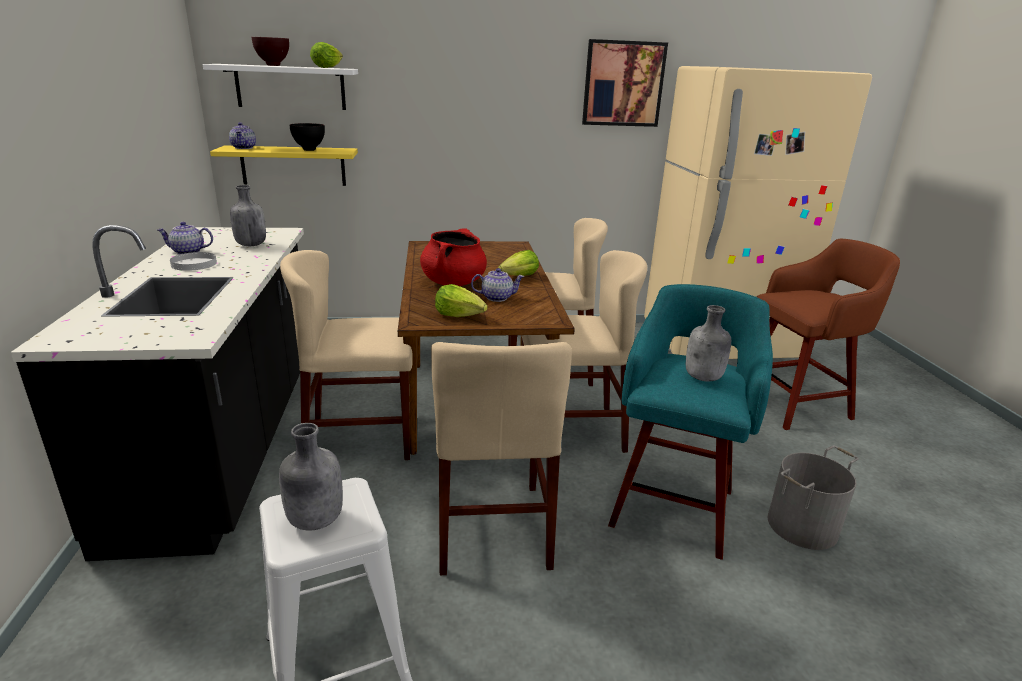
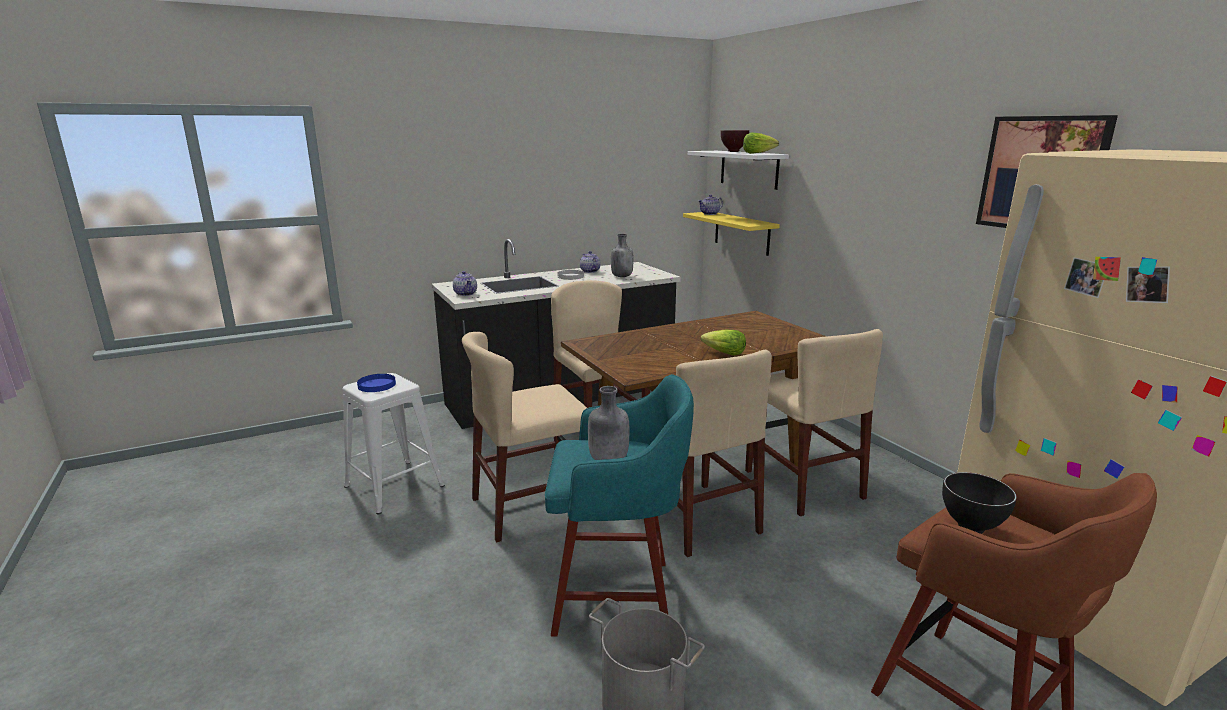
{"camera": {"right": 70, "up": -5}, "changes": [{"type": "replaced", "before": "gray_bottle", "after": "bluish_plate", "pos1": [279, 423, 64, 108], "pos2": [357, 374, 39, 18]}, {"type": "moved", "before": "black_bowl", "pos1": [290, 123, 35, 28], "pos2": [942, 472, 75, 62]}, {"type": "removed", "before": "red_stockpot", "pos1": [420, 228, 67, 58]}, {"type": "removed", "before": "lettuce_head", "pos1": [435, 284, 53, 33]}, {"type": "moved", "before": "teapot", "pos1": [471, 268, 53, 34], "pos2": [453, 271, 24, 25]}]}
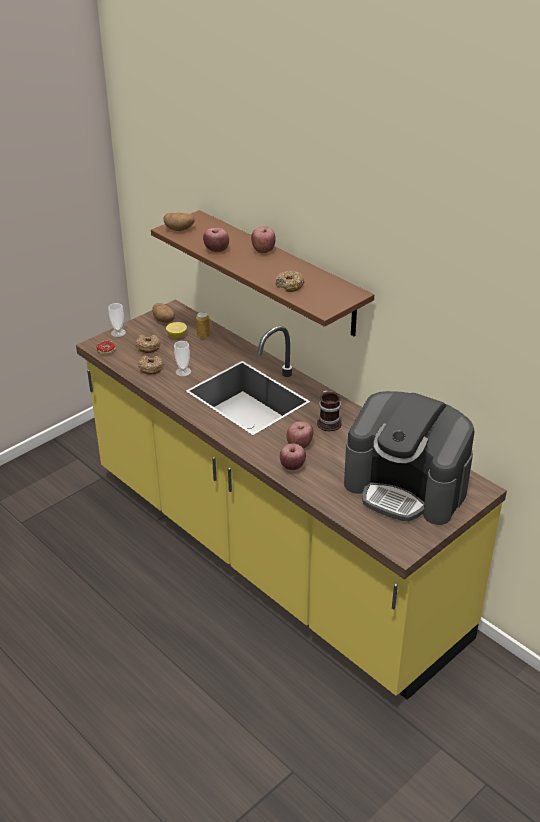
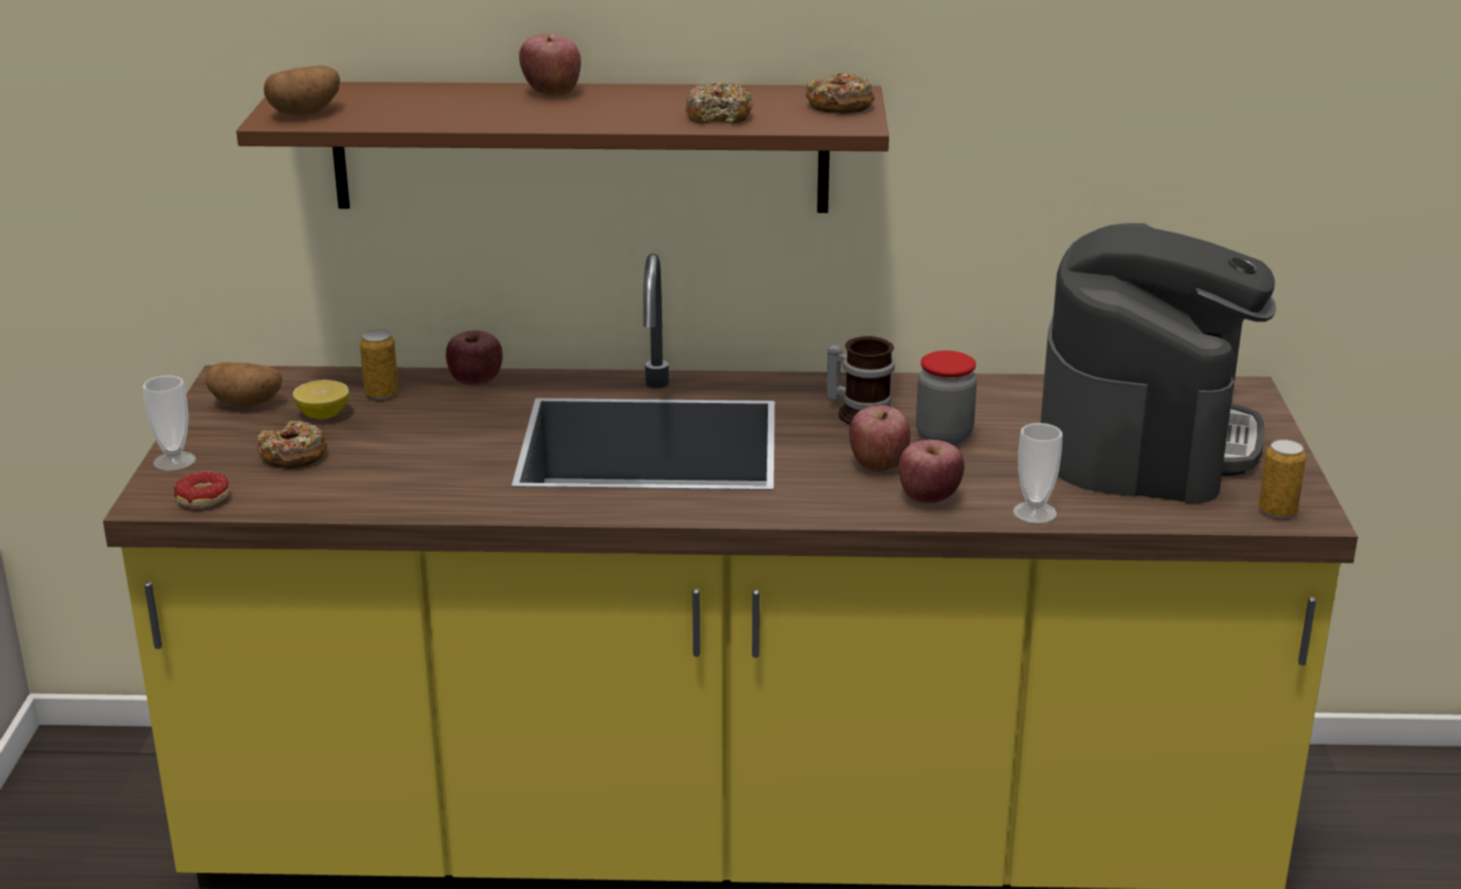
{"camera": {"right": -45, "up": -10}, "changes": [{"type": "moved", "before": "doughnut", "pos1": [138, 356, 26, 19], "pos2": [805, 72, 70, 42]}, {"type": "moved", "before": "cup", "pos1": [174, 341, 17, 36], "pos2": [1013, 423, 50, 101]}, {"type": "moved", "before": "apple_fruit", "pos1": [203, 228, 26, 24], "pos2": [446, 330, 57, 56]}, {"type": "turned", "before": "coffee_machine", "pos1": [344, 391, 130, 134], "pos2": [1040, 223, 236, 281], "turn": -60}, {"type": "added", "after": "jar", "pos2": [916, 351, 61, 94]}, {"type": "added", "after": "sealed_can", "pos2": [1259, 439, 47, 79]}]}
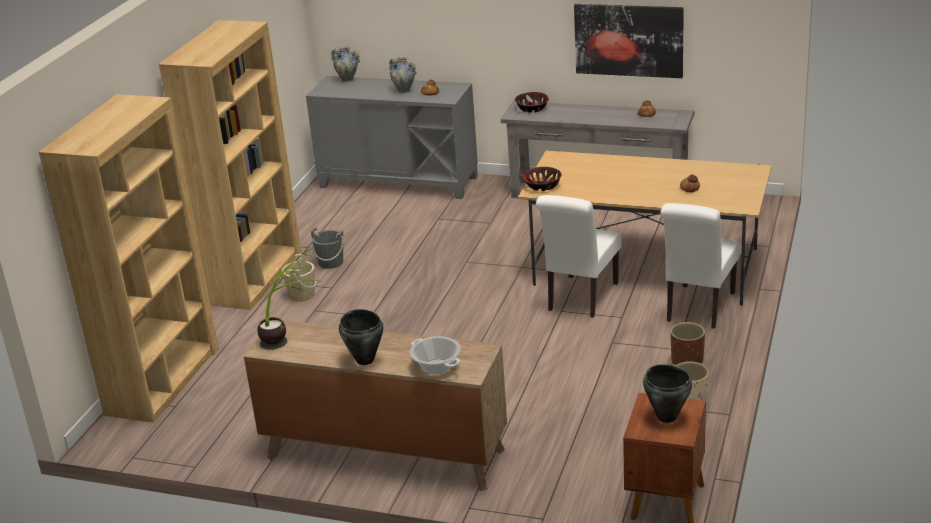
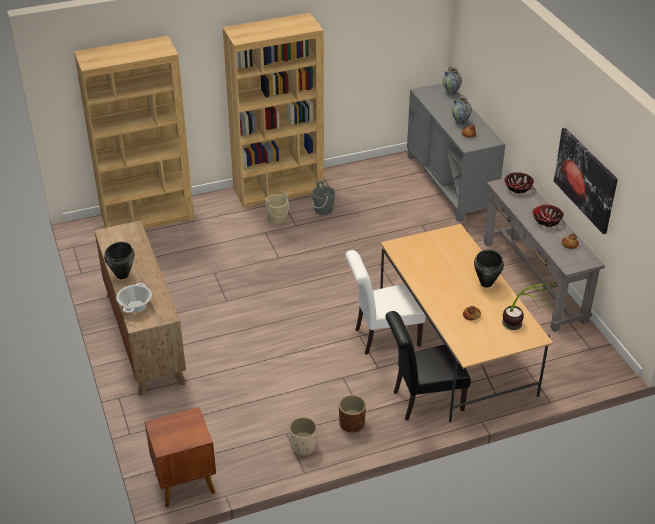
{"camera": {"right": 50, "up": 10}, "changes": [{"type": "moved", "before": "potted_plant", "pos1": [257, 248, 65, 102], "pos2": [502, 283, 56, 47]}, {"type": "moved", "before": "bowl", "pos1": [523, 167, 39, 24], "pos2": [533, 205, 31, 22]}, {"type": "moved", "before": "black_stockpot", "pos1": [643, 364, 49, 59], "pos2": [474, 250, 30, 38]}, {"type": "recoloured", "before": "whitish_plain_chair", "after": "black_plain_chair", "pos1": [660, 203, 81, 126], "pos2": [385, 311, 86, 109]}]}
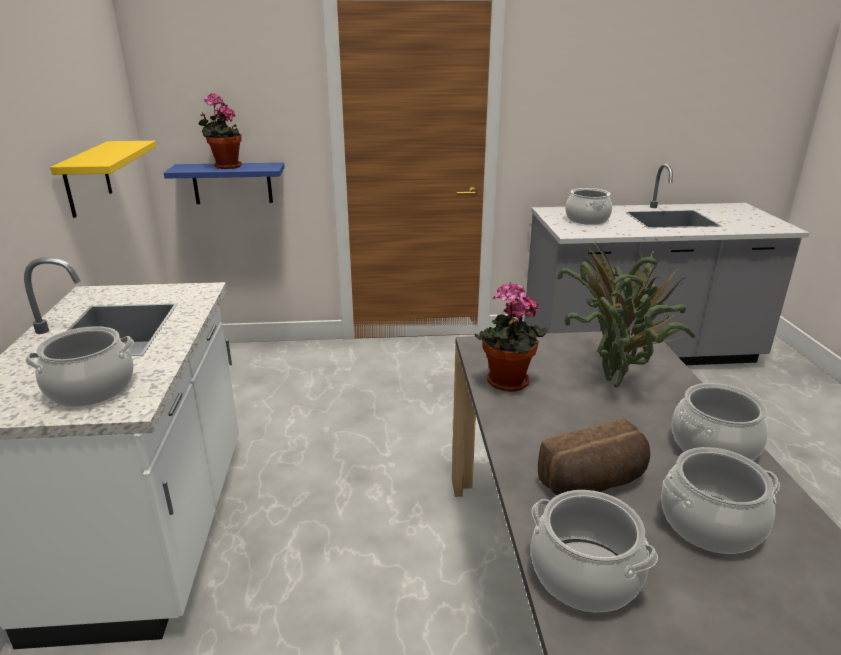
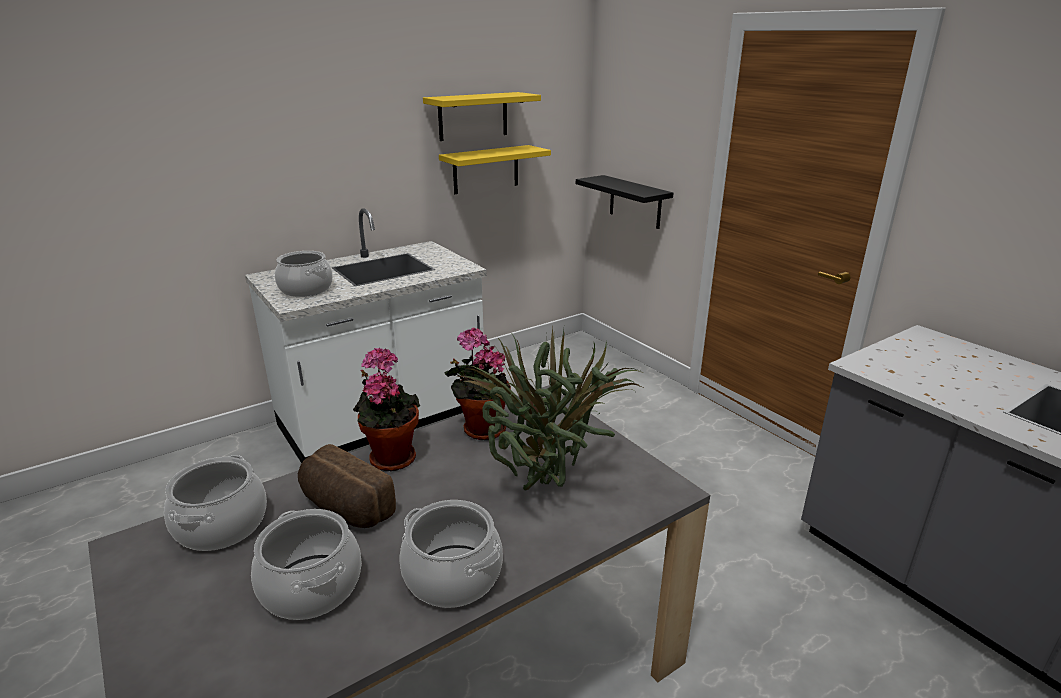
{"camera": {"right": 60, "up": 0}, "changes": [{"type": "recoloured", "before": "bluish_wall_shelf", "after": "black_wall_shelf", "pos1": [164, 163, 121, 41], "pos2": [576, 175, 97, 54]}, {"type": "moved", "before": "potted_plant", "pos1": [198, 93, 44, 76], "pos2": [353, 348, 67, 124]}, {"type": "removed", "before": "stockpot", "pos1": [565, 188, 47, 37]}, {"type": "added", "after": "yellow_wall_shelf", "pos2": [423, 92, 118, 49]}]}
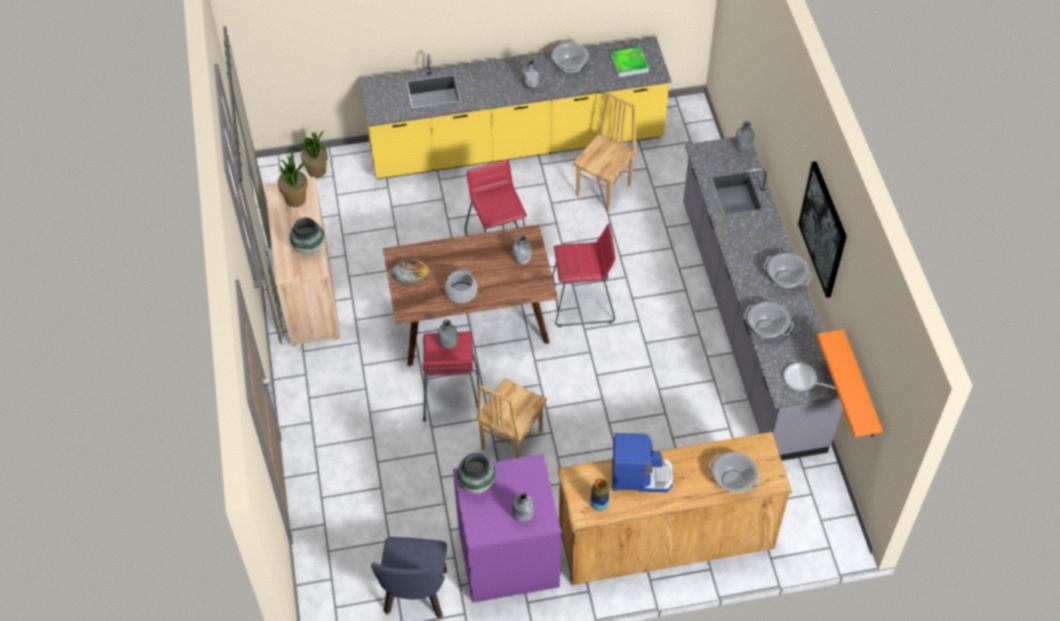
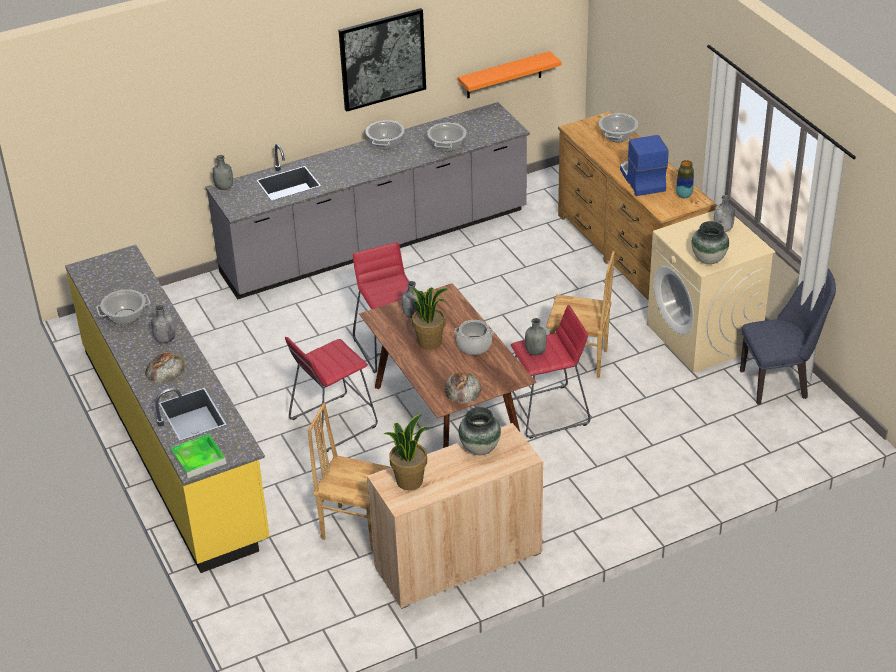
{"camera": {"right": -105, "up": -15}, "changes": [{"type": "moved", "before": "potted_plant", "pos1": [297, 130, 31, 48], "pos2": [411, 288, 38, 62]}, {"type": "recoloured", "before": "purple-coloured_washing_machine", "after": "sand-coloured_washing_machine", "pos1": [453, 453, 109, 150], "pos2": [647, 210, 128, 163]}, {"type": "moved", "before": "brown_plain_chair", "pos1": [573, 93, 63, 119], "pos2": [308, 403, 82, 148]}, {"type": "moved", "before": "carrying_tray", "pos1": [611, 47, 38, 30], "pos2": [171, 434, 55, 44]}, {"type": "removed", "before": "pan", "pos1": [783, 363, 53, 28]}, {"type": "added", "after": "baked_bread", "pos2": [145, 353, 40, 31]}]}
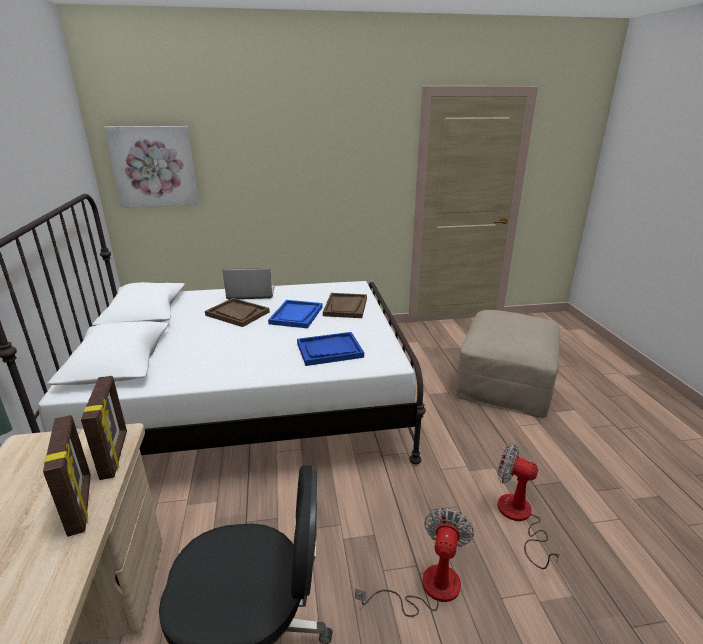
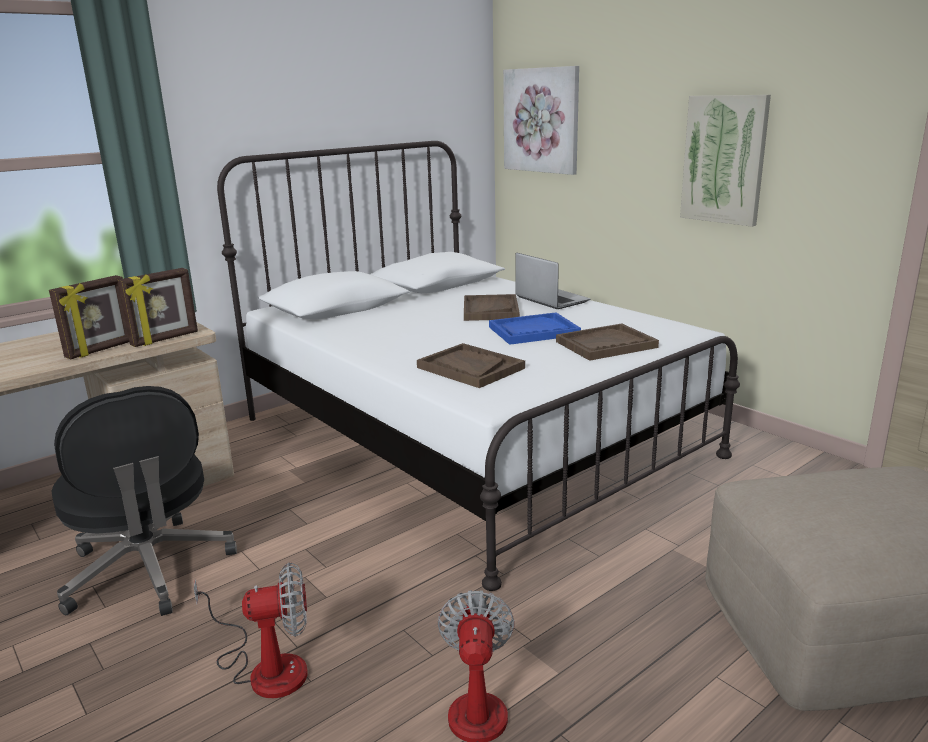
{"camera": {"right": 60, "up": -5}, "changes": [{"type": "recoloured", "before": "bluish_carrying_tray", "after": "brown_carrying_tray", "pos1": [297, 332, 67, 34], "pos2": [417, 343, 108, 45]}, {"type": "added", "after": "wall_art", "pos2": [680, 95, 91, 132]}]}
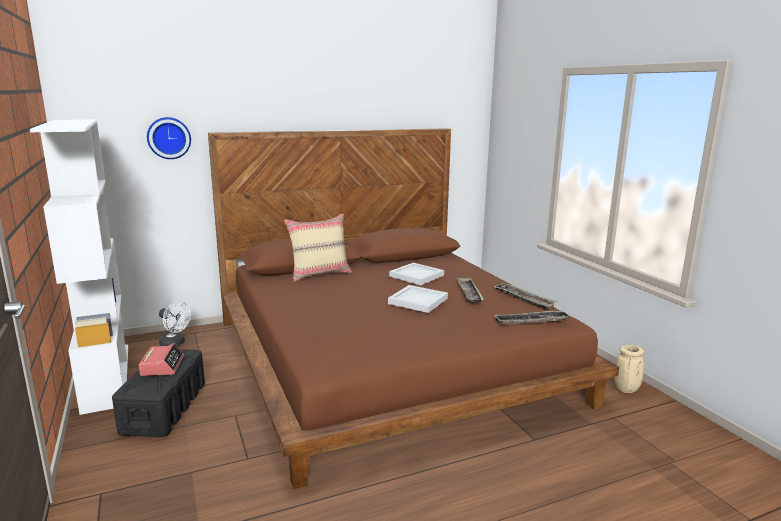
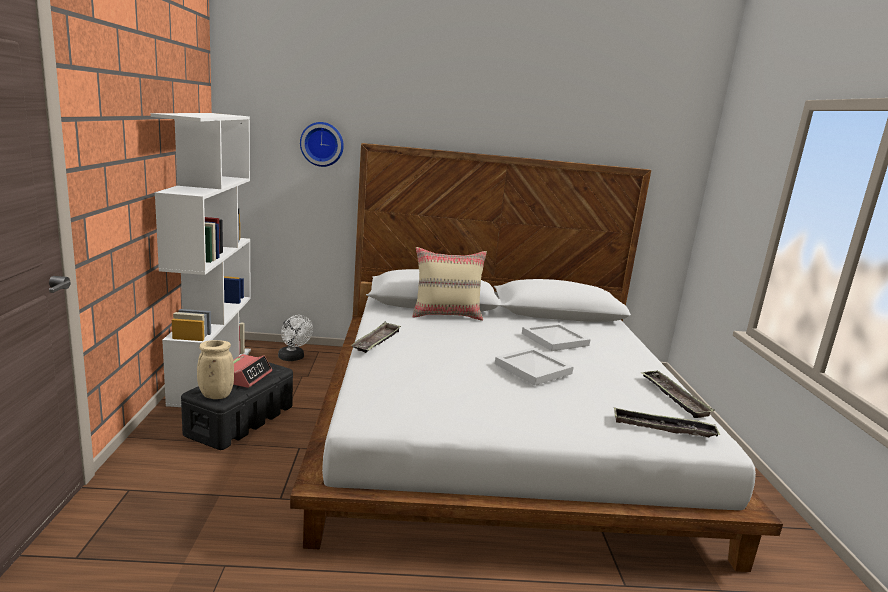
{"camera": {"right": 20, "up": 0}, "changes": [{"type": "recoloured", "before": "brown_bedroom_bed", "after": "whitish_bedroom_bed", "pos1": [208, 128, 411, 361], "pos2": [290, 143, 493, 429]}, {"type": "moved", "before": "carrying_tray", "pos1": [457, 278, 27, 25], "pos2": [351, 322, 50, 31]}, {"type": "moved", "before": "sand-coloured_vase", "pos1": [614, 345, 30, 48], "pos2": [197, 340, 37, 59]}]}
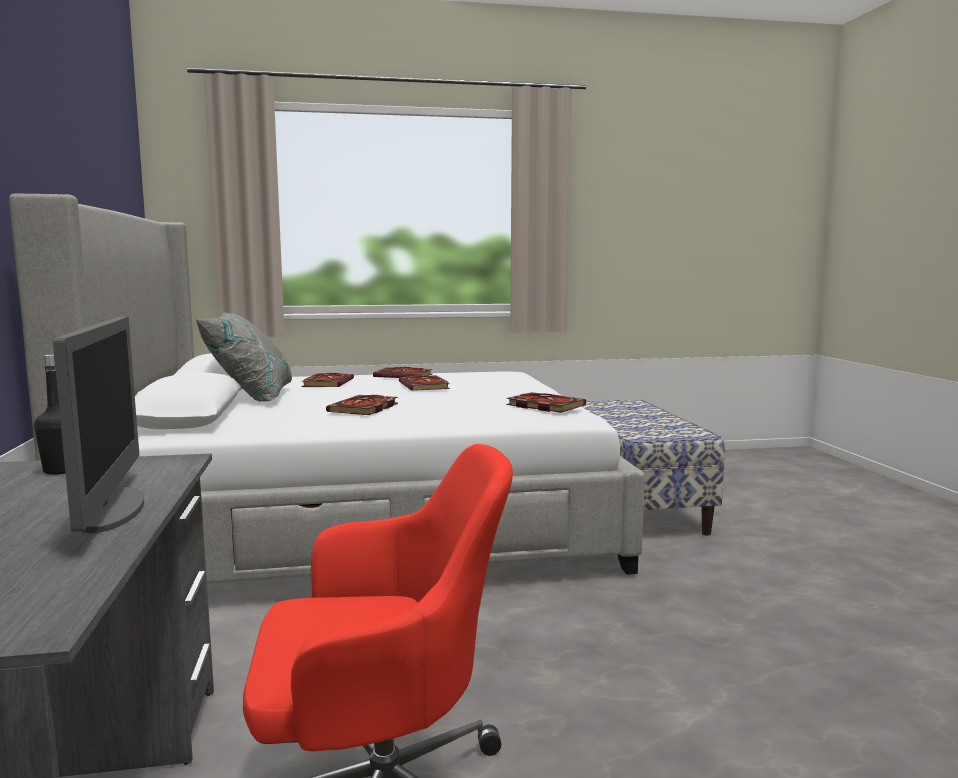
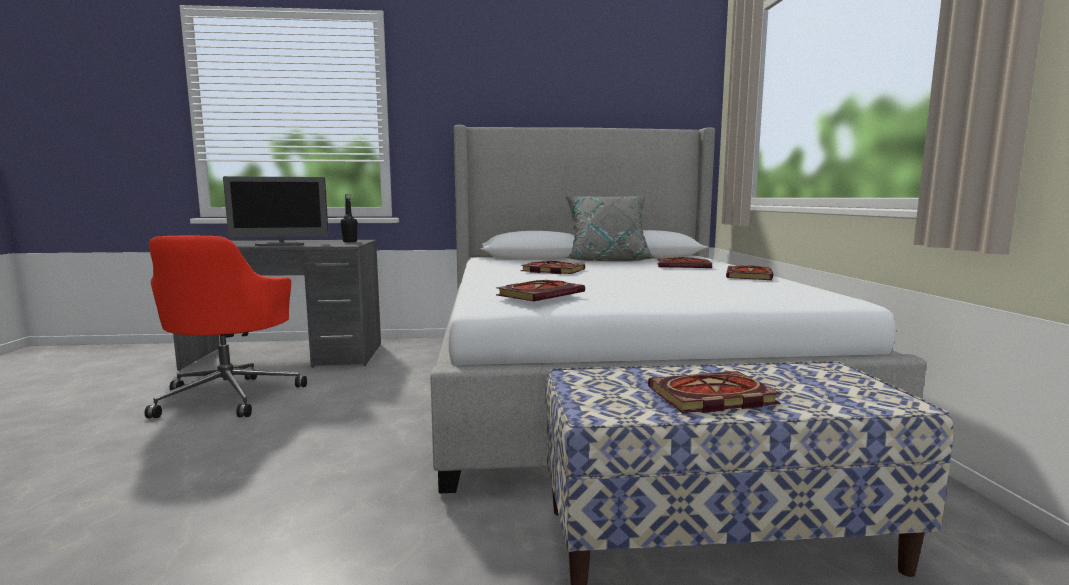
{"camera": {"right": 95, "up": 0}, "changes": [{"type": "moved", "before": "bound_book", "pos1": [399, 375, 51, 16], "pos2": [648, 371, 133, 42]}]}
